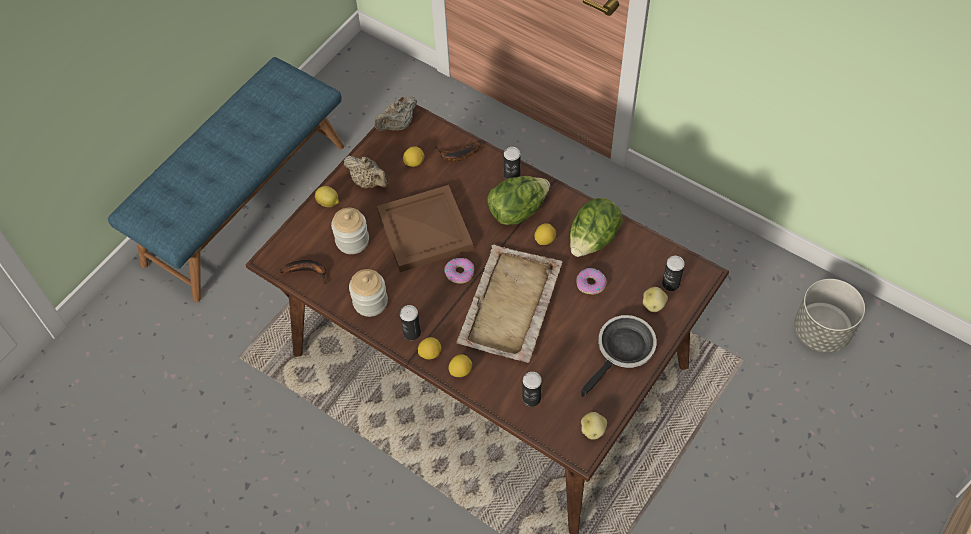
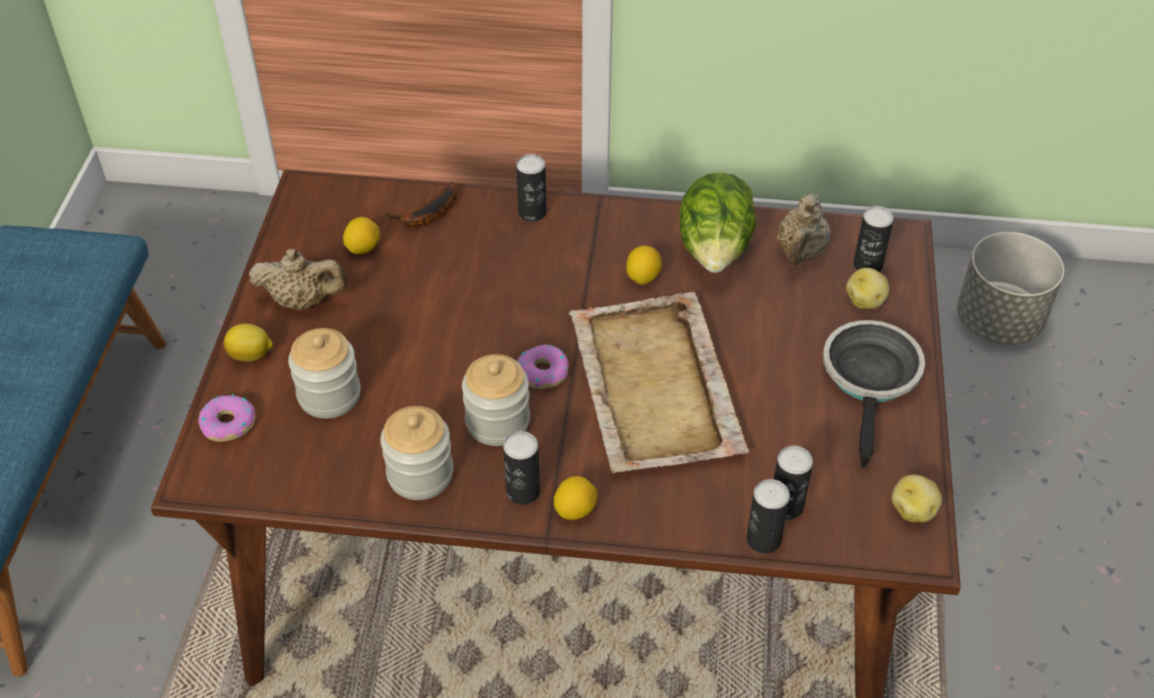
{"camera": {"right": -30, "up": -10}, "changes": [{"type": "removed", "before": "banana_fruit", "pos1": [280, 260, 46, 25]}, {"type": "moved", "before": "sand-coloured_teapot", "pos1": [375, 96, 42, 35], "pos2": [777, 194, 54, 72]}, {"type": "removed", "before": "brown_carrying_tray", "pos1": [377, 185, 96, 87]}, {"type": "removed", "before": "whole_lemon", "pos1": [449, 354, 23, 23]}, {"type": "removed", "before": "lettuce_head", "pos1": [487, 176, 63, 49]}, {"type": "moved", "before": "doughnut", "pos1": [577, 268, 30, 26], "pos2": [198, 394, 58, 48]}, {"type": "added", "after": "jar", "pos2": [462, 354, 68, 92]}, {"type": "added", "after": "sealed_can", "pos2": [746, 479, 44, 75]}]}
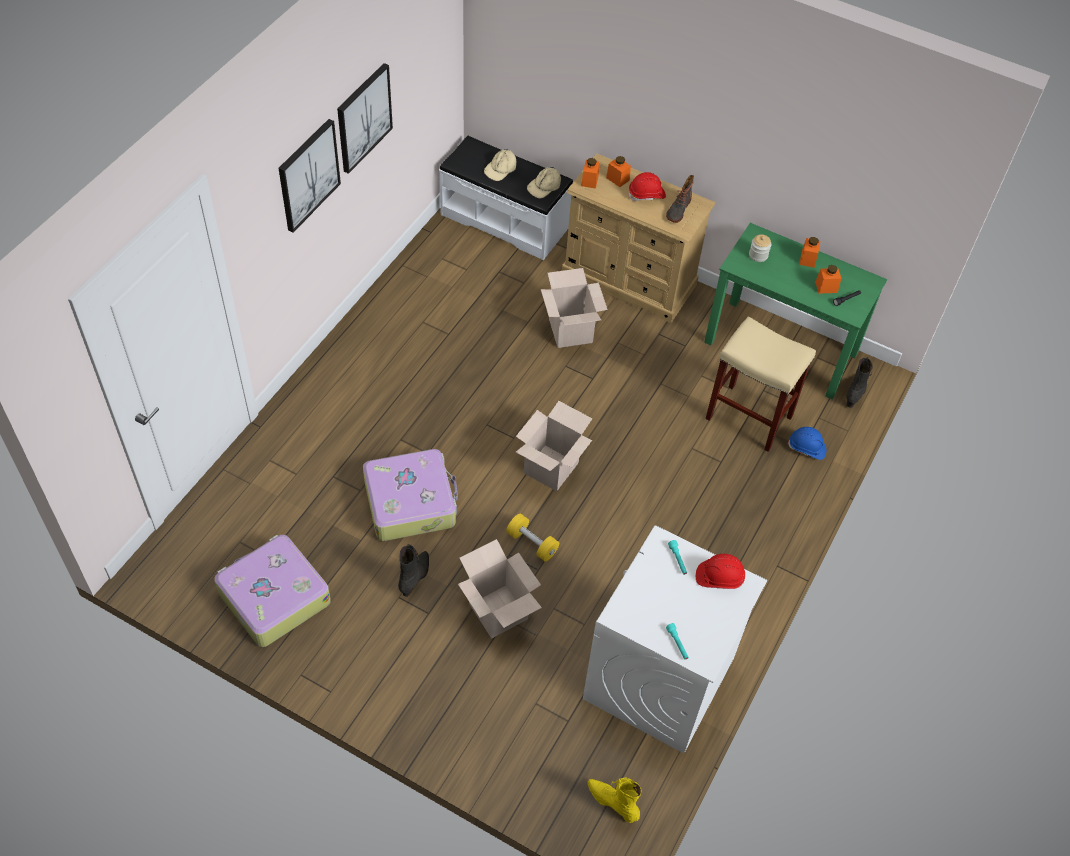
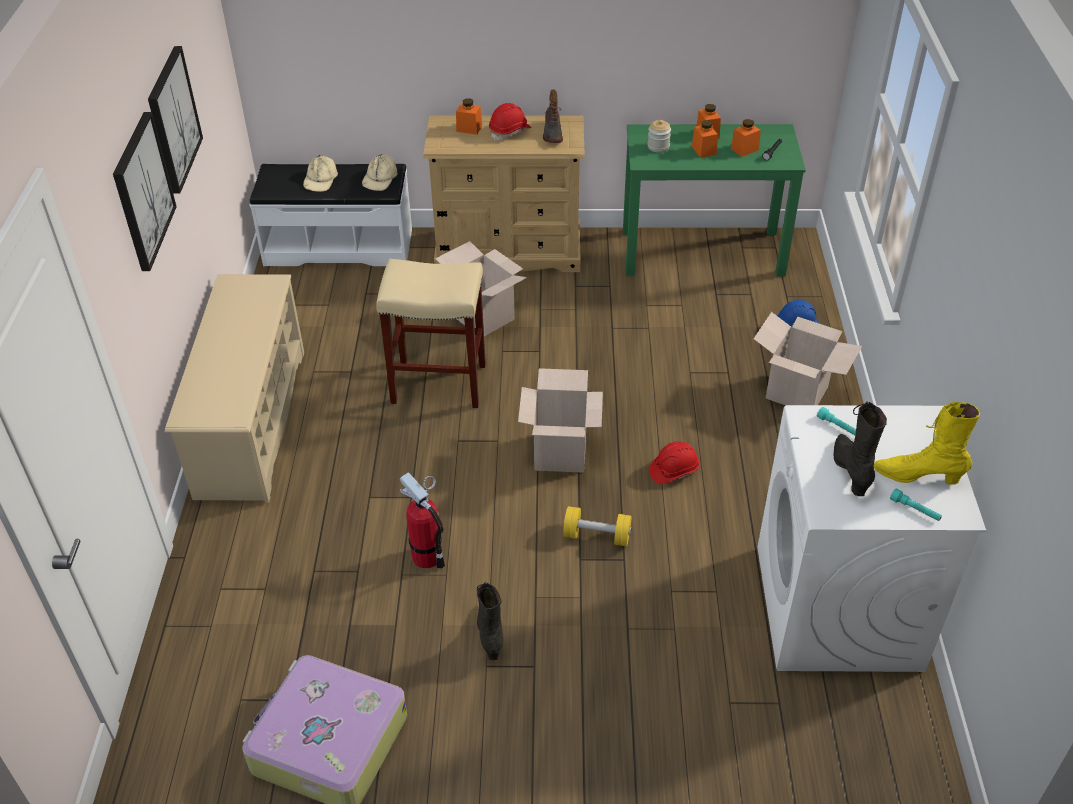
{"camera": {"right": -25, "up": -10}, "changes": [{"type": "replaced", "before": "piece_of_luggage", "after": "fire-fighting_cylinder", "pos1": [363, 449, 95, 92], "pos2": [400, 472, 45, 97]}, {"type": "moved", "before": "carton", "pos1": [458, 539, 84, 99], "pos2": [754, 312, 108, 93]}, {"type": "moved", "before": "orange-coloured_jar", "pos1": [581, 158, 18, 31], "pos2": [692, 120, 26, 38]}, {"type": "moved", "before": "yellow_tall_boot", "pos1": [588, 777, 53, 46], "pos2": [874, 402, 106, 83]}, {"type": "moved", "before": "red_work_helmet", "pos1": [696, 554, 49, 35], "pos2": [649, 441, 51, 43]}, {"type": "moved", "before": "sand-coloured_sitting_stool", "pos1": [705, 316, 111, 136], "pos2": [376, 259, 110, 149]}, {"type": "moved", "before": "black_tall_boot", "pos1": [847, 357, 25, 51], "pos2": [834, 401, 53, 95]}, {"type": "added", "after": "sand-coloured_shoe_rack", "pos2": [165, 274, 139, 229]}]}
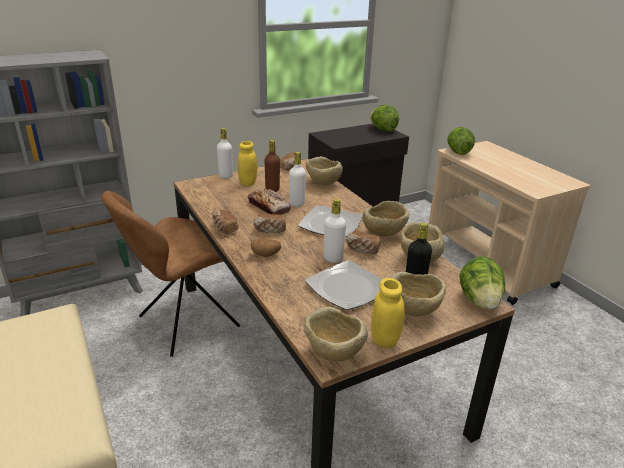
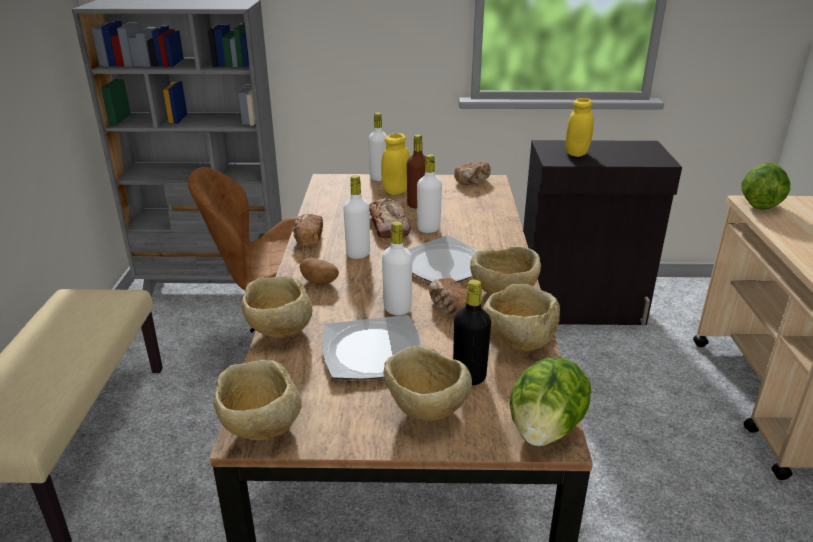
{"camera": {"right": 30, "up": 0}, "changes": [{"type": "replaced", "before": "baked_bread", "after": "whitish_bottle", "pos1": [254, 213, 32, 20], "pos2": [343, 175, 27, 84]}, {"type": "moved", "before": "sand-coloured_bowl", "pos1": [306, 156, 37, 29], "pos2": [241, 276, 71, 62]}, {"type": "removed", "before": "lettuce_head", "pos1": [370, 105, 29, 26]}, {"type": "moved", "before": "yellow_jar", "pos1": [371, 278, 34, 70], "pos2": [566, 98, 28, 59]}]}
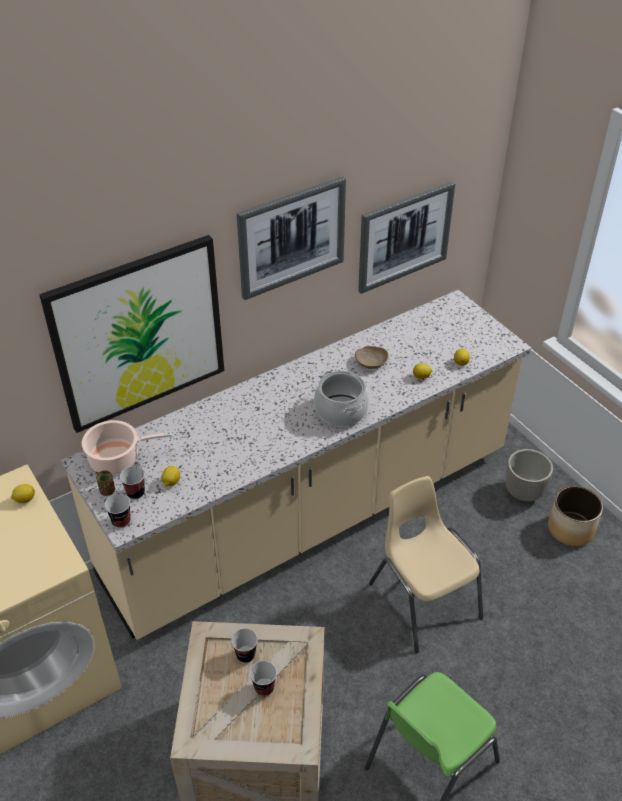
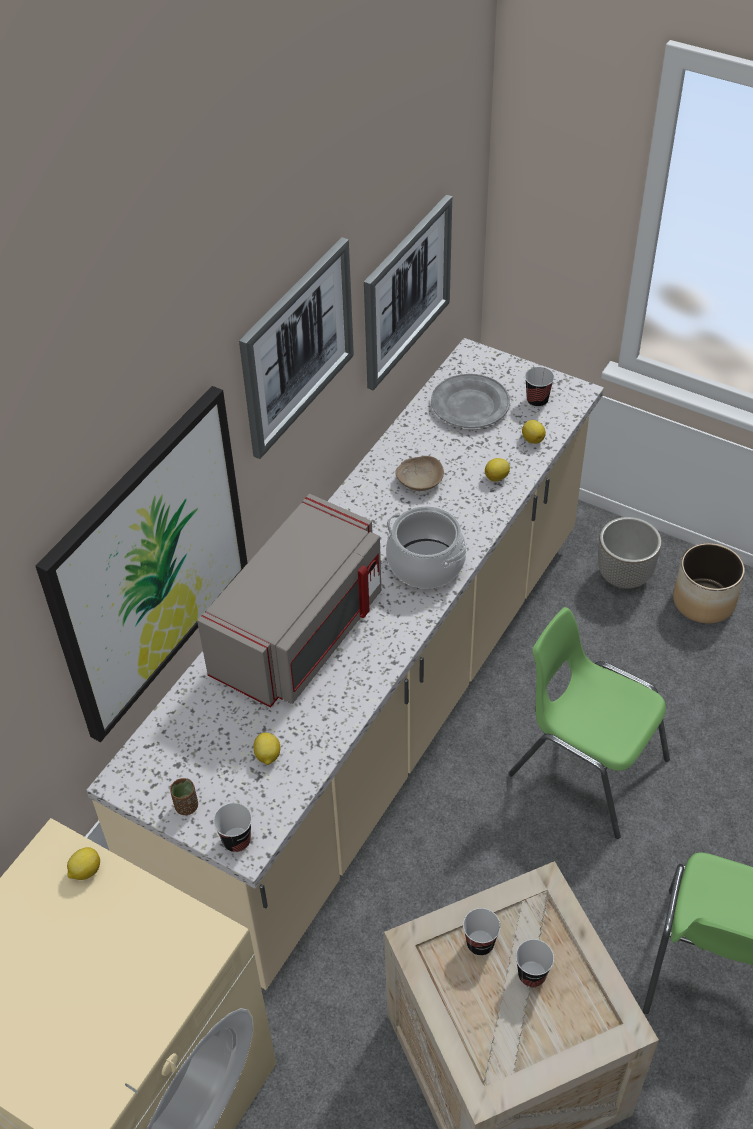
{"camera": {"right": -25, "up": 5}, "changes": [{"type": "removed", "before": "stockpot", "pos1": [82, 420, 90, 55]}, {"type": "moved", "before": "cup", "pos1": [120, 466, 25, 34], "pos2": [525, 367, 29, 41]}, {"type": "recoloured", "before": "sand-coloured_plain_chair", "after": "greenish_plain_chair", "pos1": [369, 476, 114, 177], "pos2": [508, 607, 162, 232]}, {"type": "added", "after": "gray_microwave_oven", "pos2": [197, 494, 184, 214]}, {"type": "added", "after": "gray_plate", "pos2": [431, 374, 79, 54]}]}
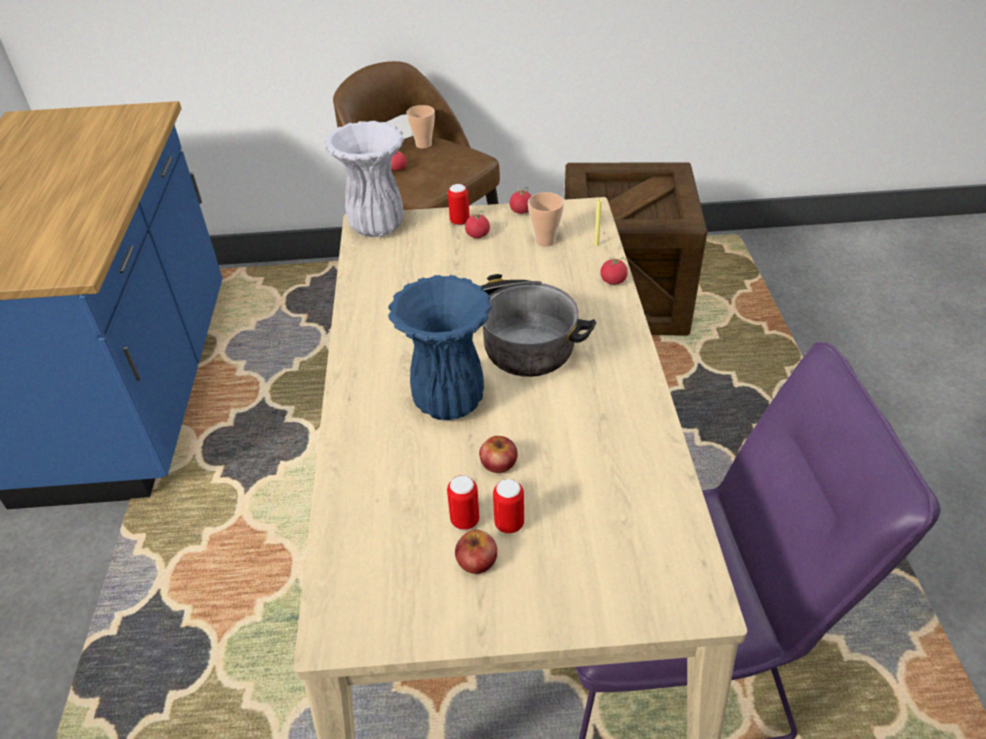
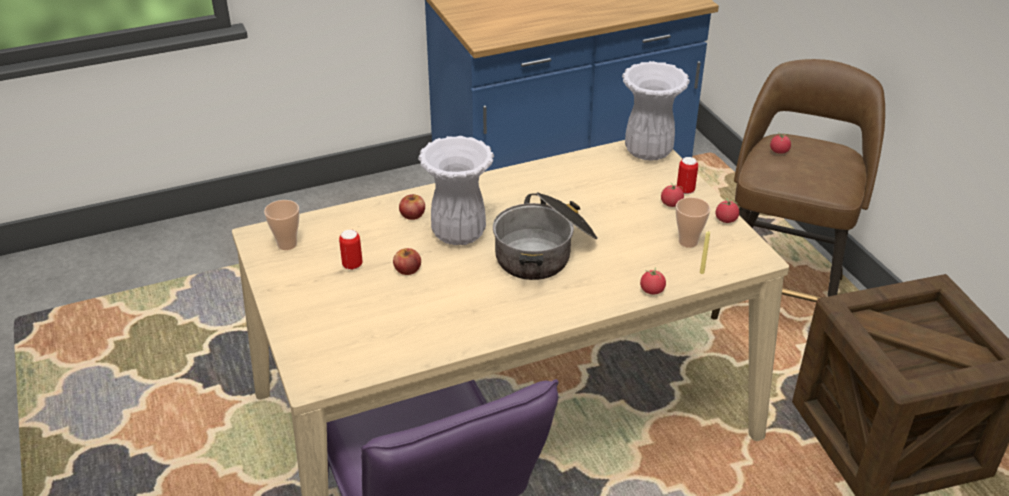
{"camera": {"right": 70, "up": -5}, "changes": [{"type": "recoloured", "before": "bluish_vase", "after": "whitish_vase", "pos1": [388, 275, 104, 145], "pos2": [418, 136, 76, 109]}, {"type": "moved", "before": "cup", "pos1": [406, 105, 29, 44], "pos2": [264, 200, 35, 50]}, {"type": "moved", "before": "apple_fruit", "pos1": [455, 530, 42, 44], "pos2": [399, 194, 26, 26]}, {"type": "removed", "before": "sealed_can", "pos1": [493, 479, 31, 55]}]}
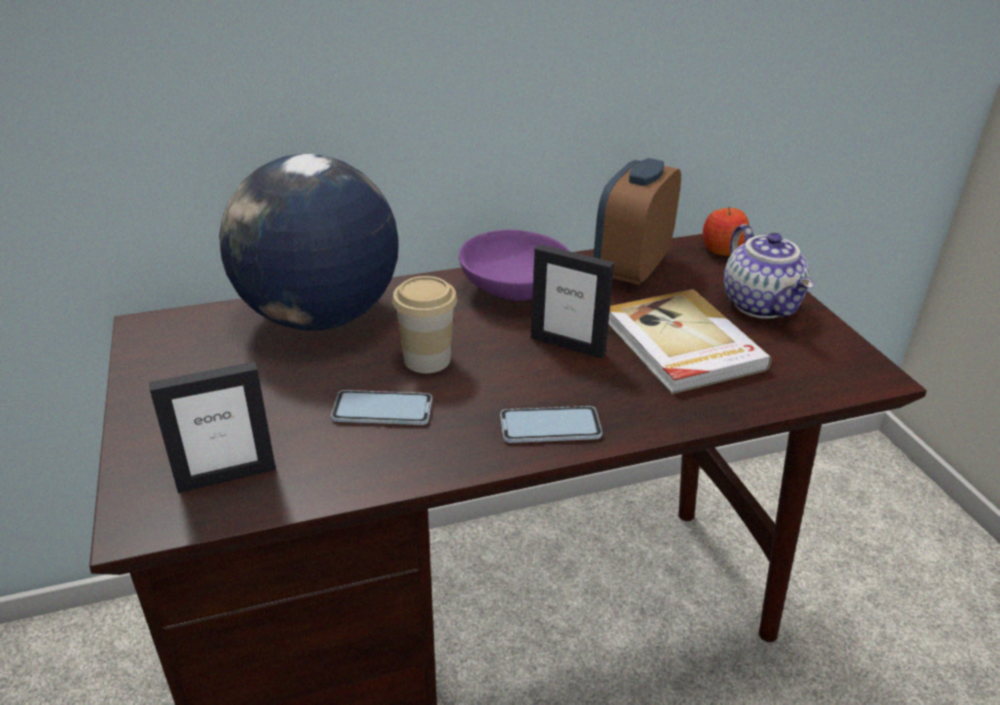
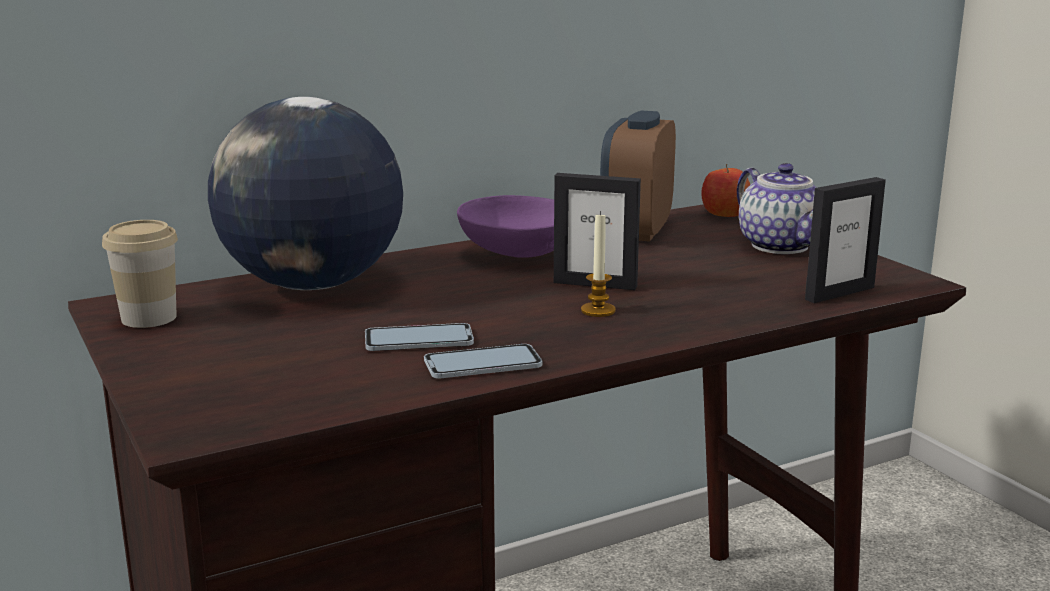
{"camera": {"right": -10, "up": -15}, "changes": [{"type": "moved", "before": "picture_frame", "pos1": [149, 362, 127, 131], "pos2": [805, 177, 81, 126]}, {"type": "moved", "before": "cup", "pos1": [392, 276, 65, 97], "pos2": [102, 220, 76, 108]}, {"type": "moved", "before": "phone", "pos1": [500, 406, 102, 37], "pos2": [424, 344, 118, 35]}, {"type": "removed", "before": "bound_book", "pos1": [608, 289, 164, 105]}, {"type": "added", "after": "wax_candle", "pos2": [581, 211, 35, 106]}]}
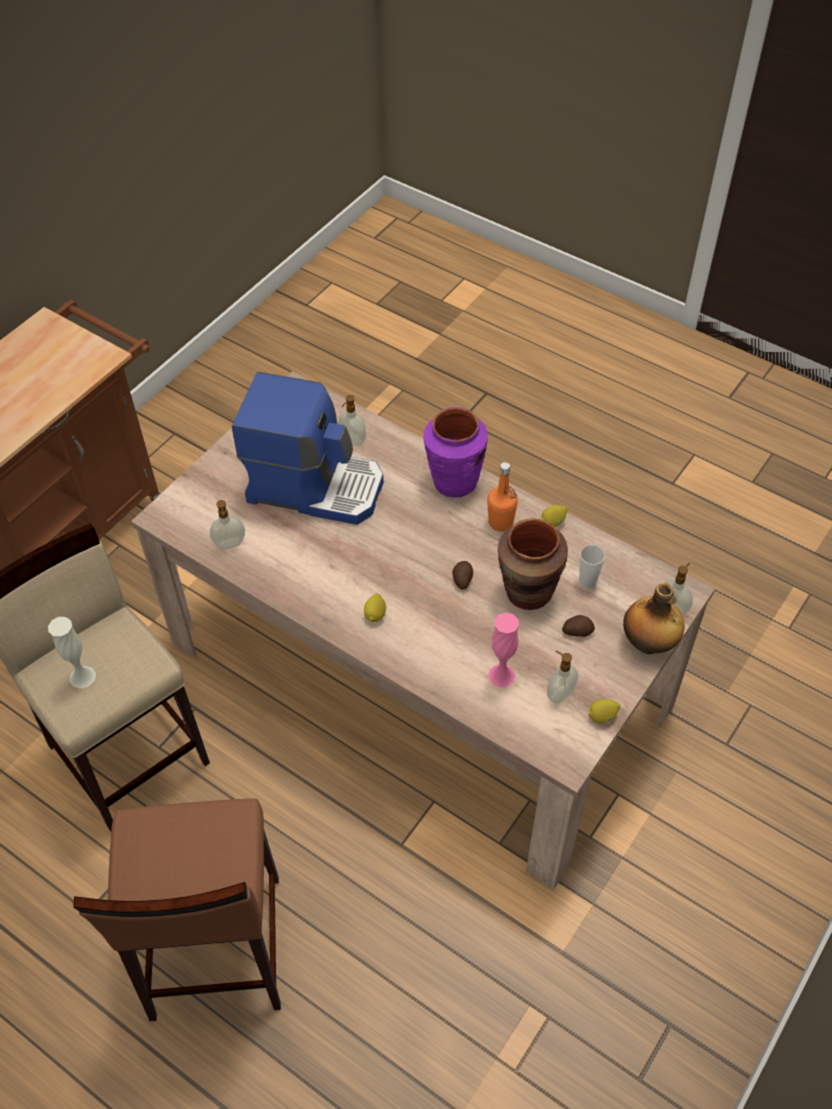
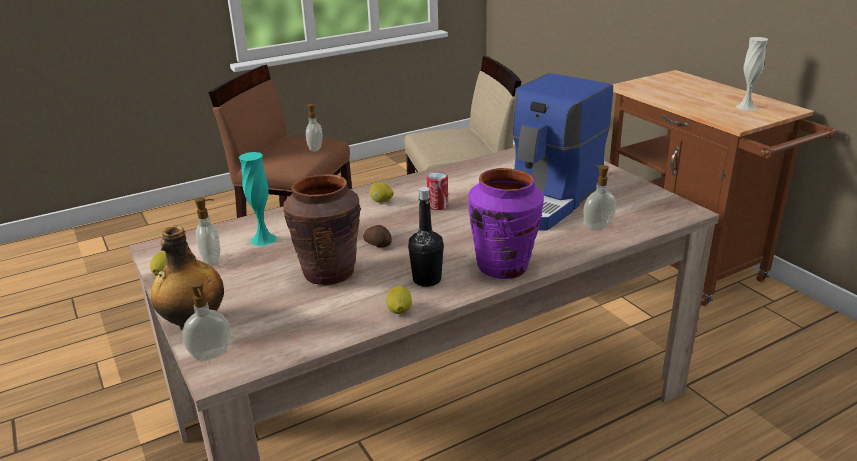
{"camera": {"right": 115, "up": -25}, "changes": [{"type": "moved", "before": "whitish_vase", "pos1": [48, 617, 48, 72], "pos2": [736, 37, 32, 74]}, {"type": "moved", "before": "soap_bottle", "pos1": [210, 500, 35, 49], "pos2": [303, 104, 20, 48]}, {"type": "recoloured", "before": "orange-coloured_bottle", "after": "black_bottle", "pos1": [487, 462, 31, 70], "pos2": [408, 187, 36, 100]}, {"type": "recoloured", "before": "pink-coloured_vase", "after": "blue-green_vase", "pos1": [488, 613, 31, 74], "pos2": [239, 152, 38, 94]}, {"type": "removed", "before": "whole_potato", "pos1": [562, 615, 33, 22]}, {"type": "removed", "before": "cup", "pos1": [579, 545, 26, 43]}, {"type": "added", "after": "sealed_can", "pos2": [427, 172, 21, 38]}]}
